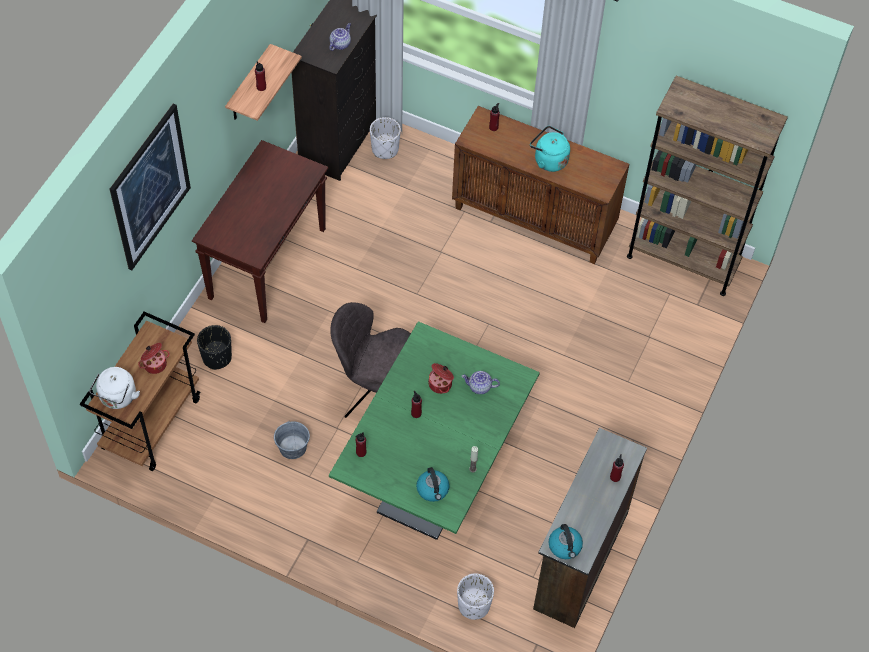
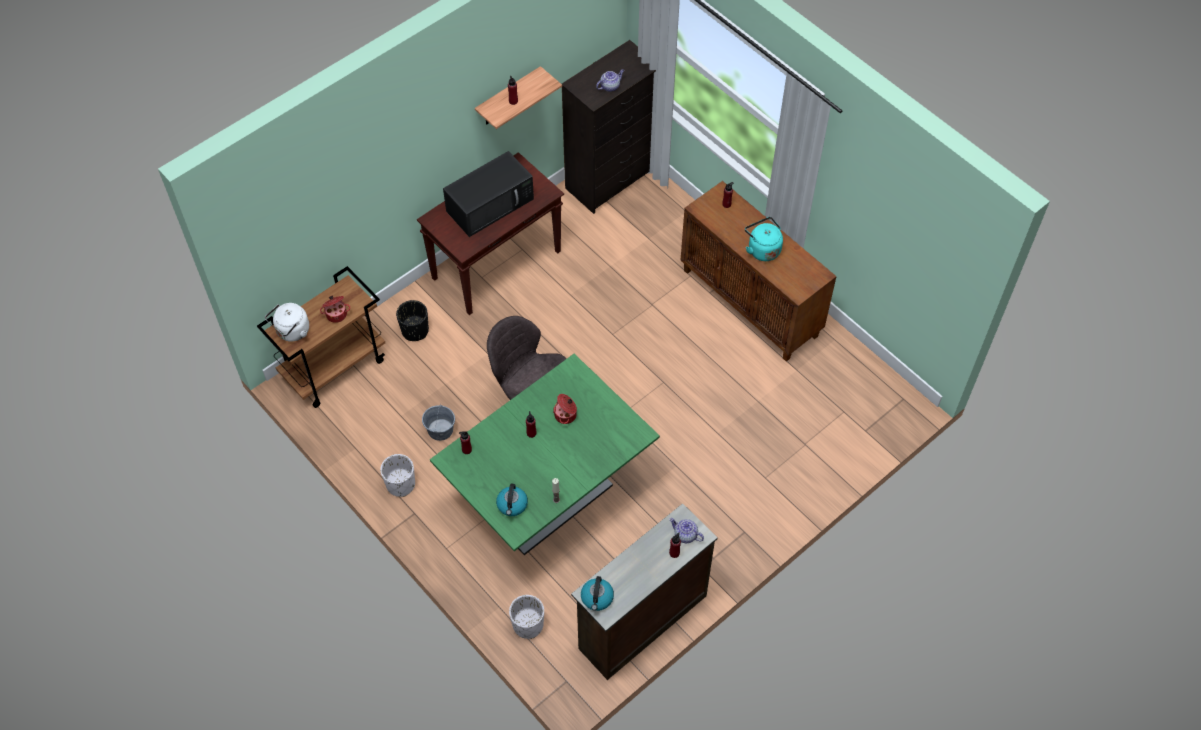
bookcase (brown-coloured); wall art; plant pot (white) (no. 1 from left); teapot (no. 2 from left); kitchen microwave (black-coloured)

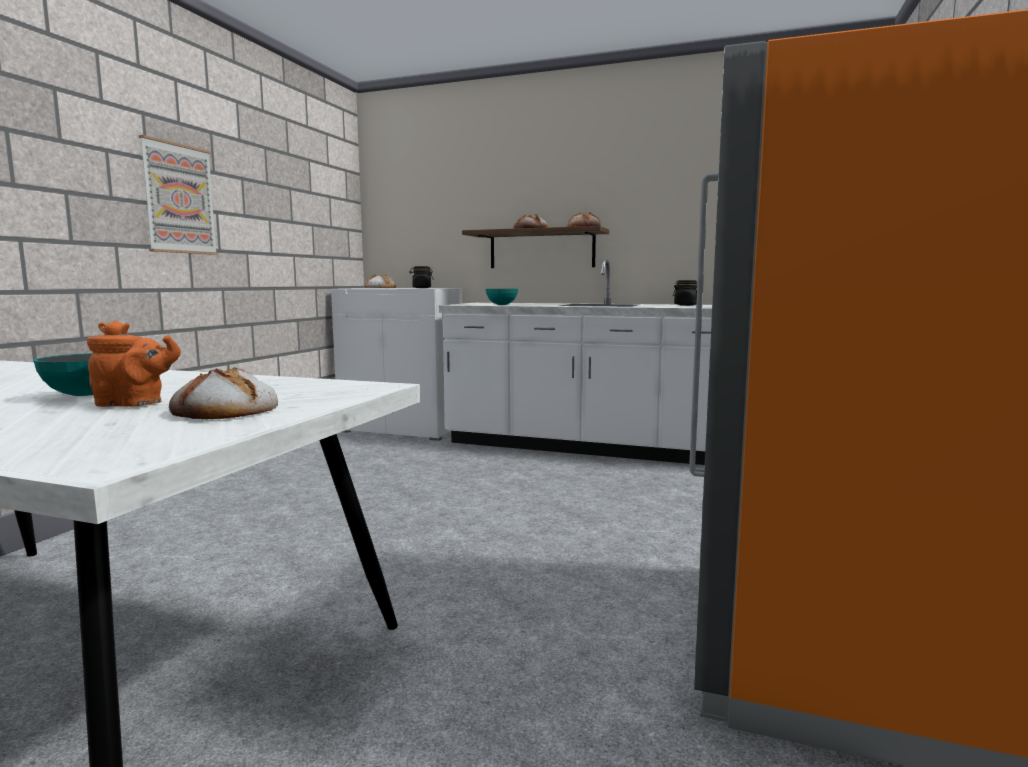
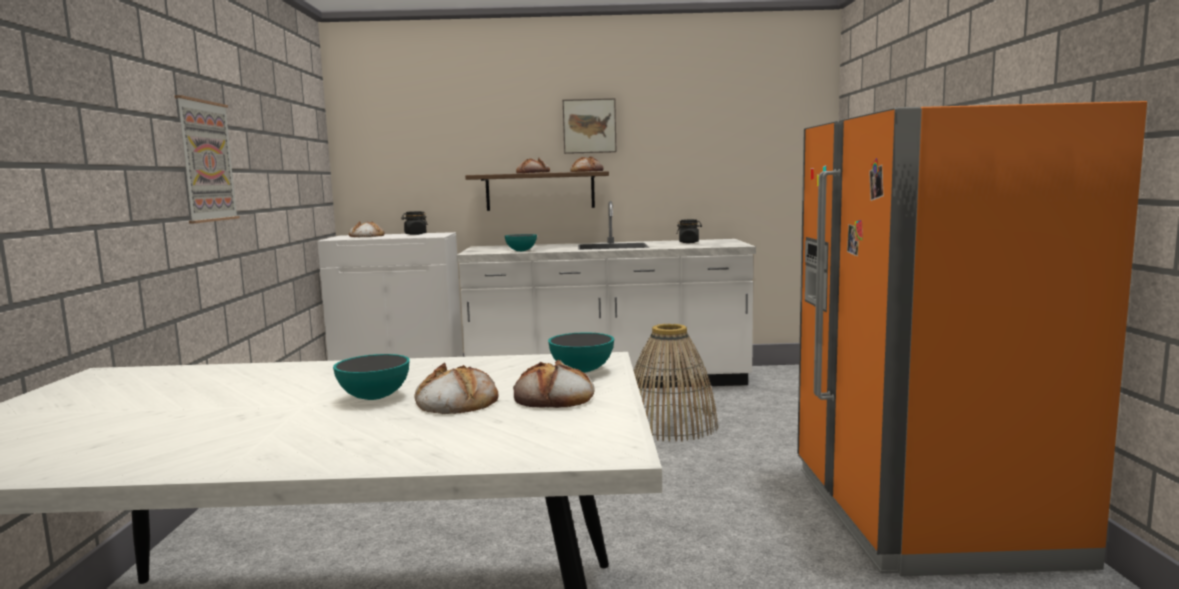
bakery bread (no. 2 from left); wall art (no. 2 from left); basket; serving bowl (no. 3 from left)

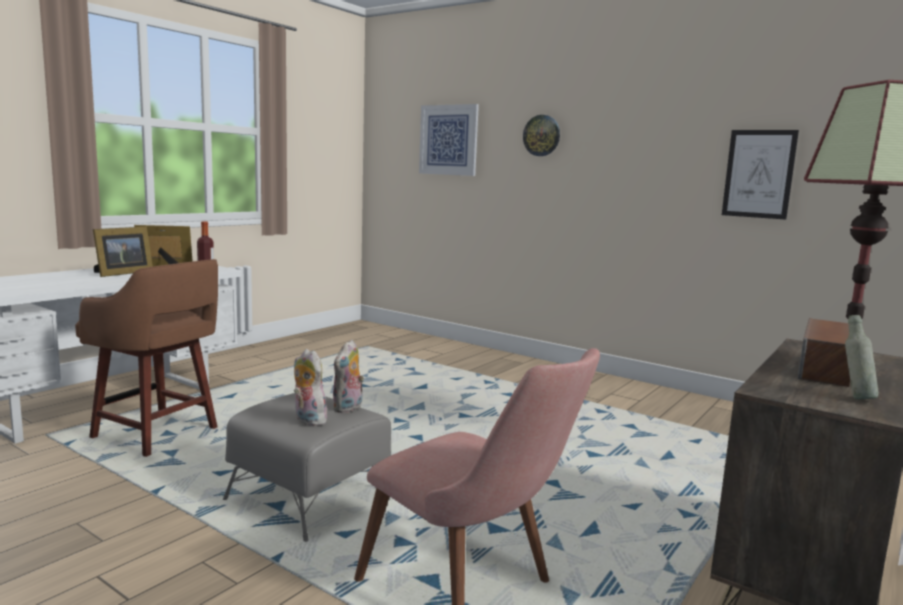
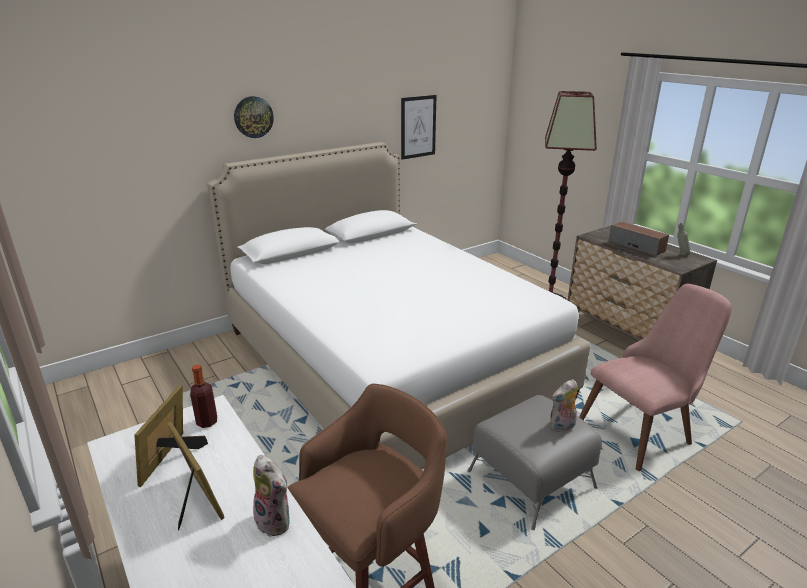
wall art (no. 1 from left in the first image); soft toy (no. 1 from left); bedroom bed (white)

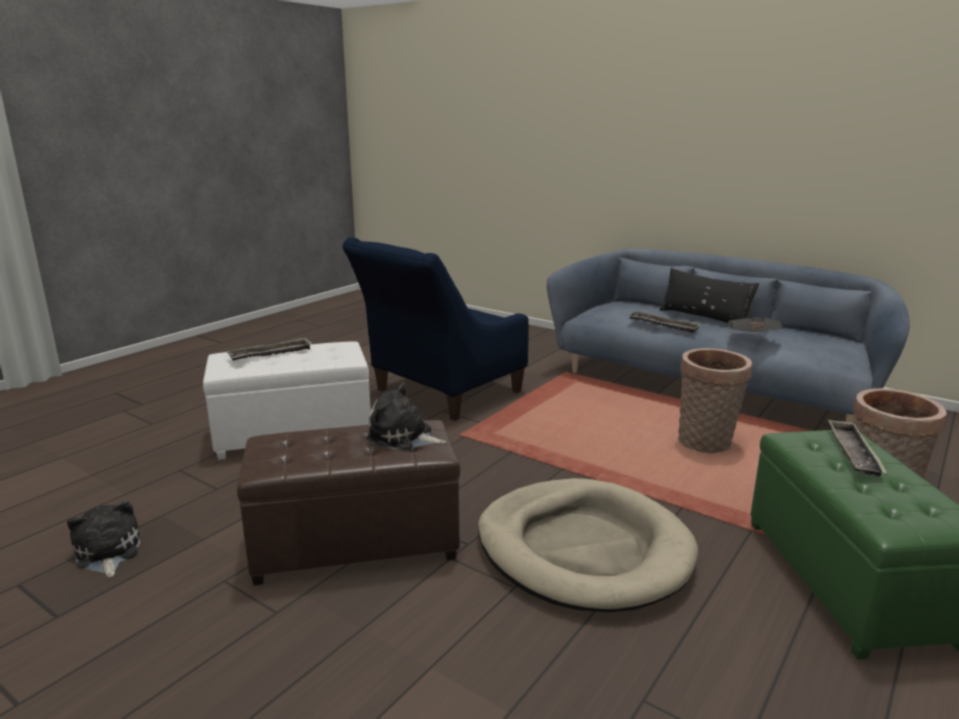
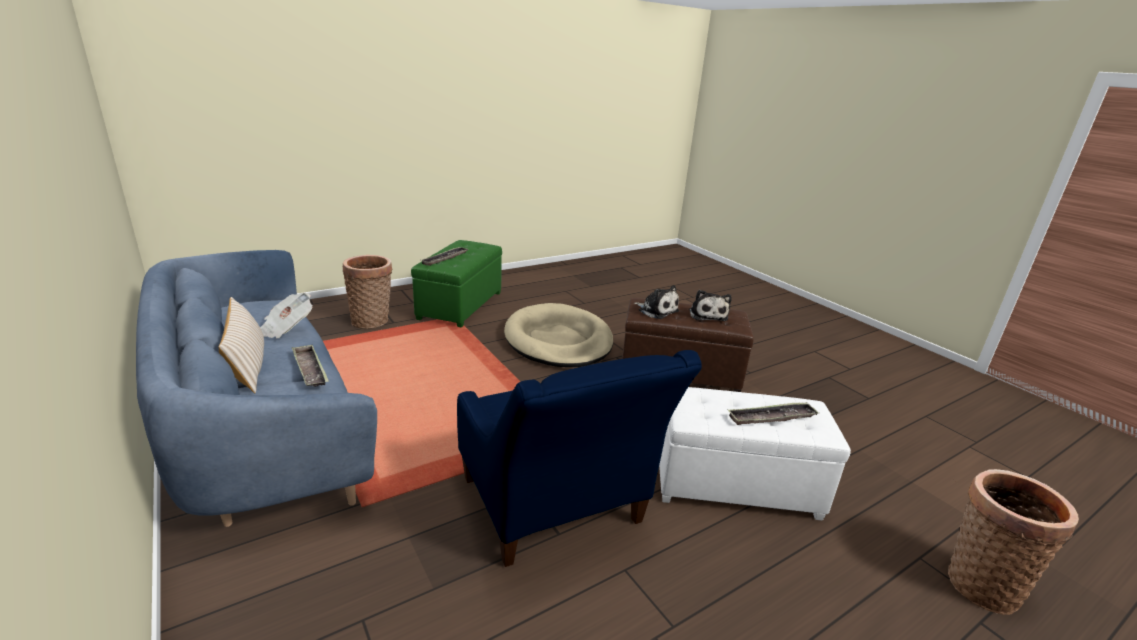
easy chair (blue); cushion (sand-coloured); basket (no. 2 from left); soft toy (no. 2 from left)

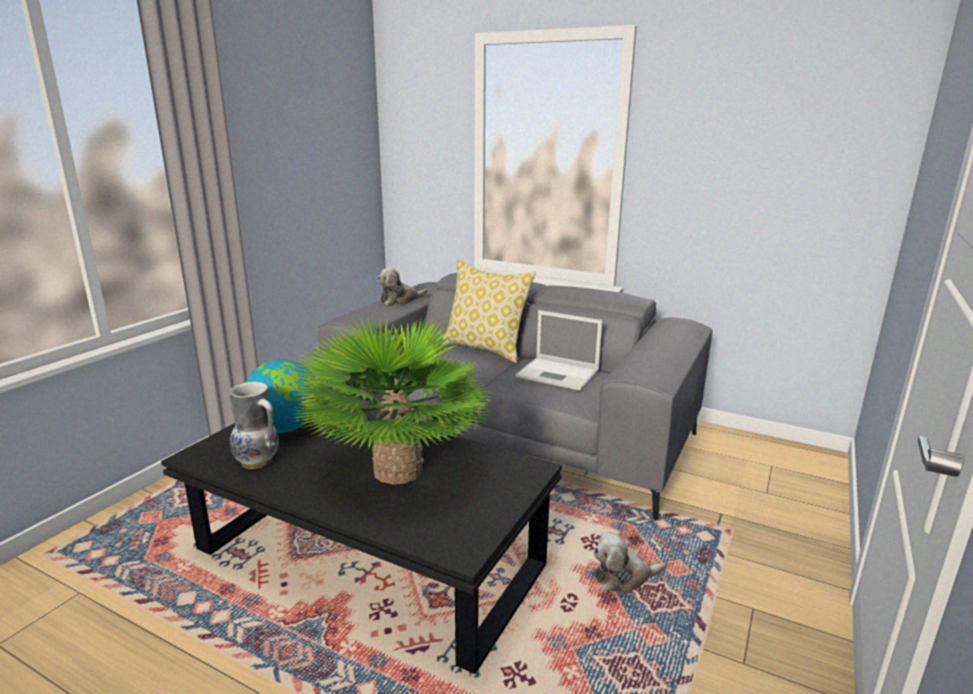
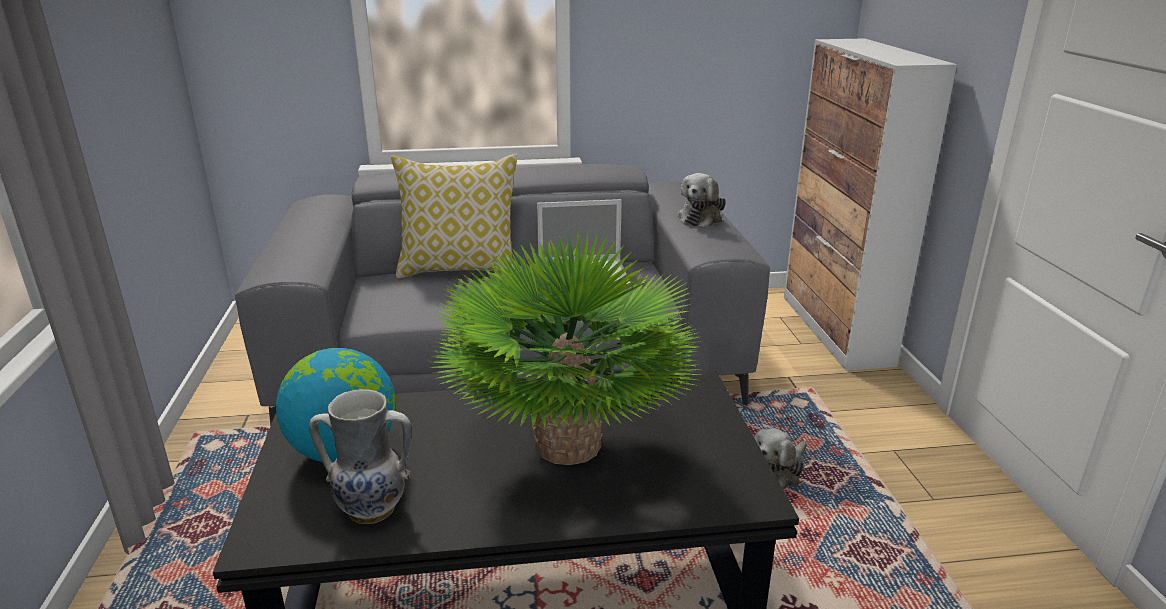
soft toy (no. 1 from left); storage cabinet

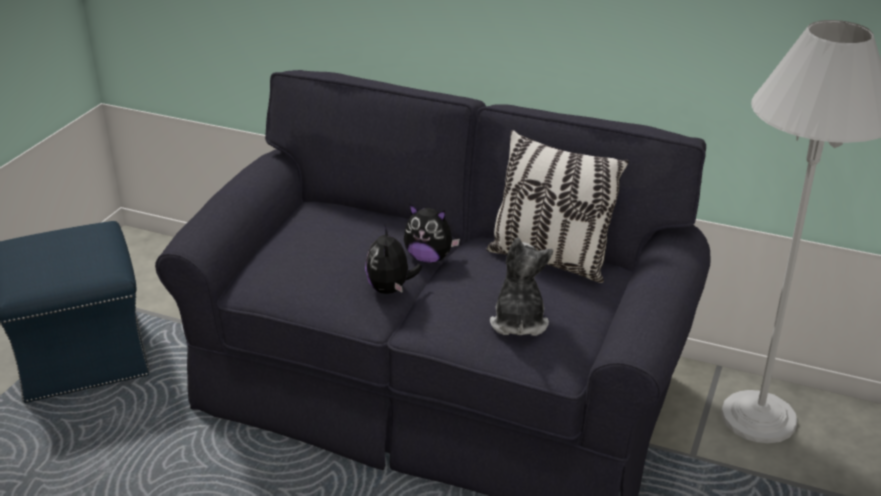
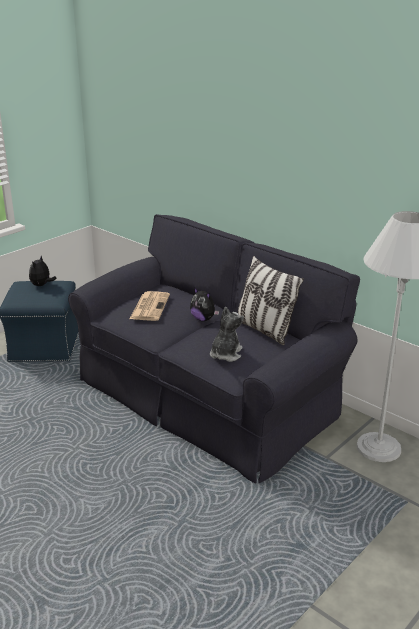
soft toy (no. 1 from left); daily paper

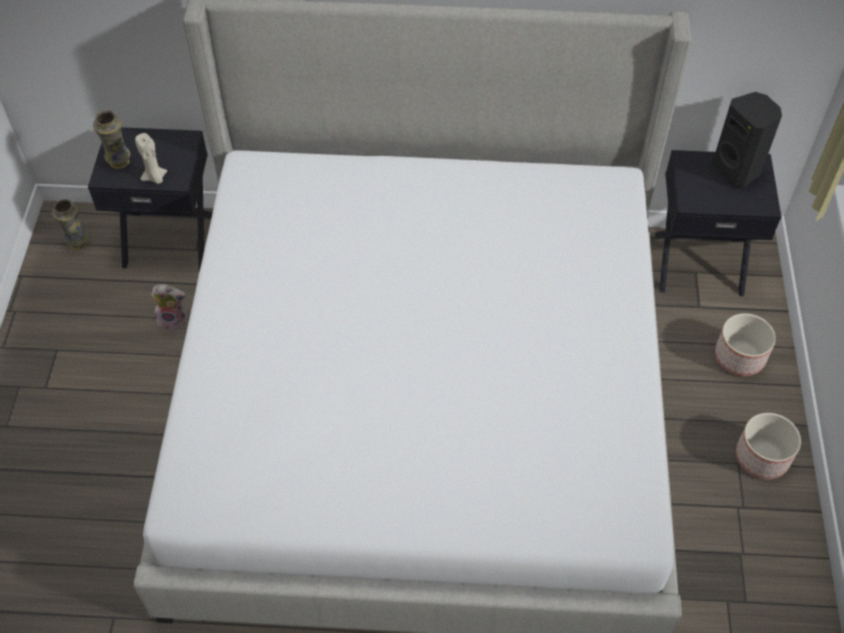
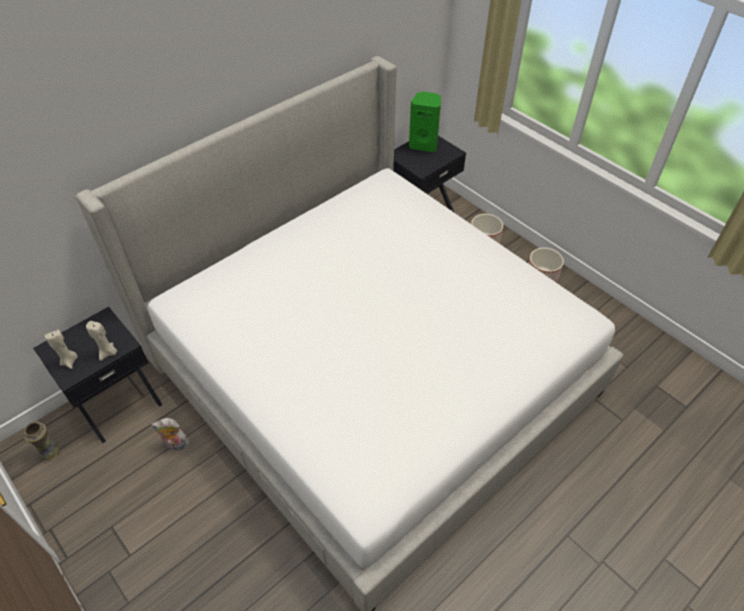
audio speaker (green); candle (sand-coloured) (no. 1 from left); soft toy

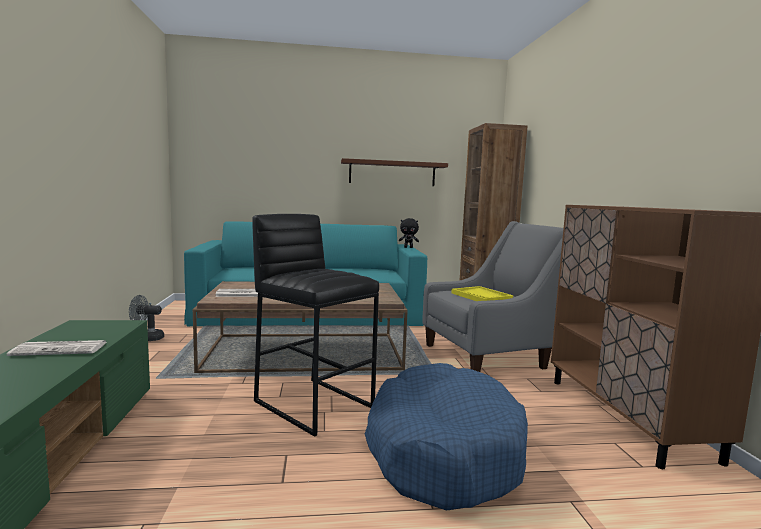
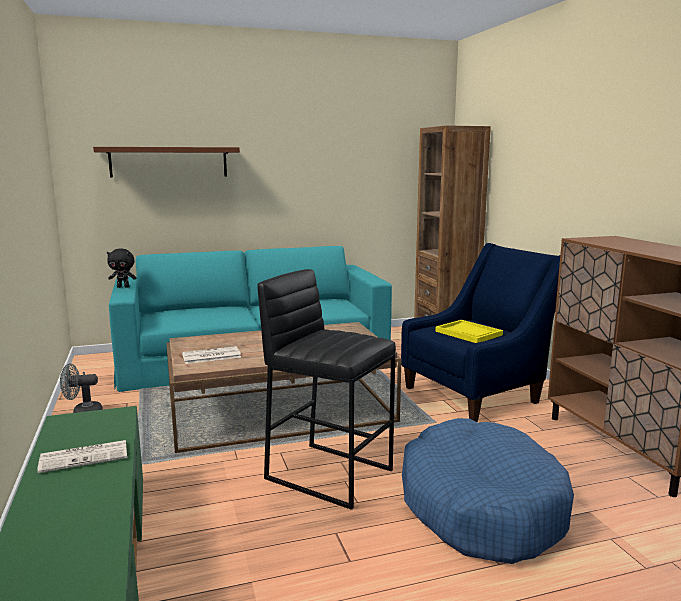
wall shelf (brown-coloured); soft toy (black-coloured); easy chair (blue)

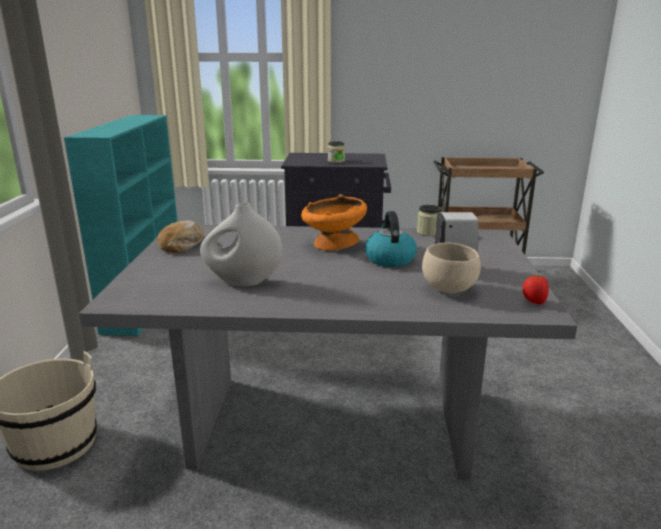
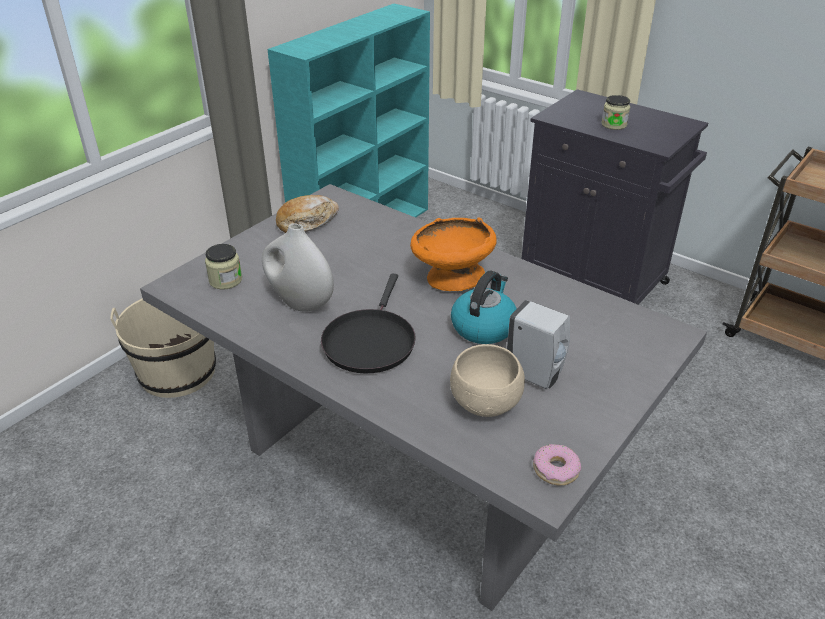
preserve jar (no. 1 from left); doughnut; skillet (black-coloured)

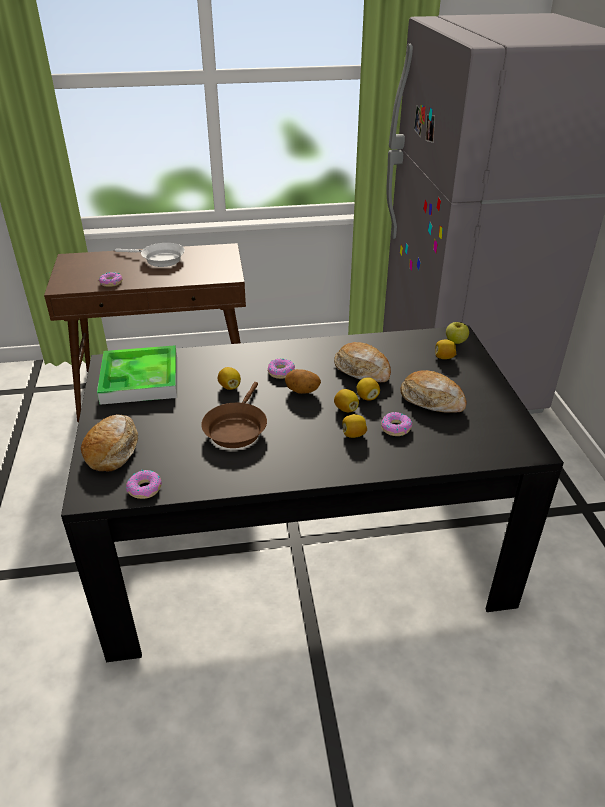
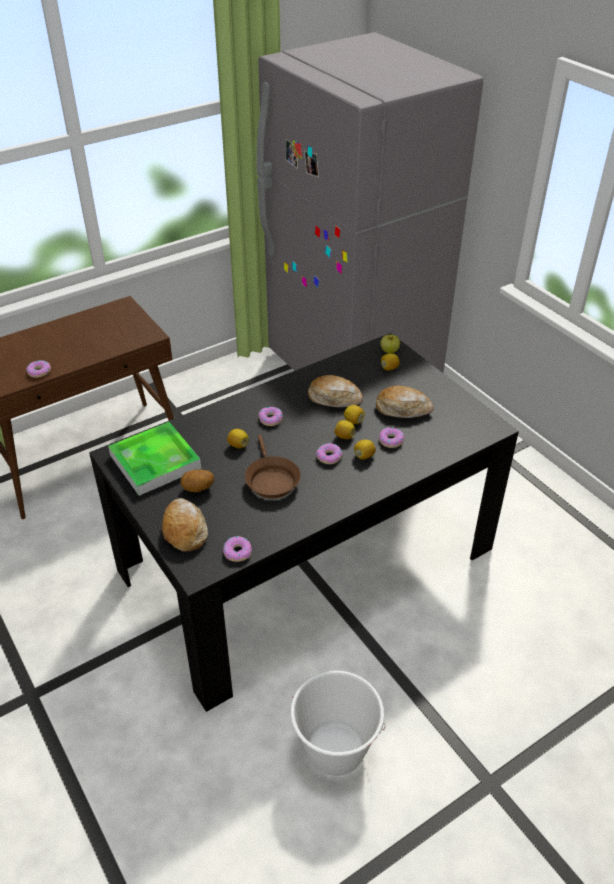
skillet (white); whole potato; doughnut (no. 4 from left); bucket (white)

